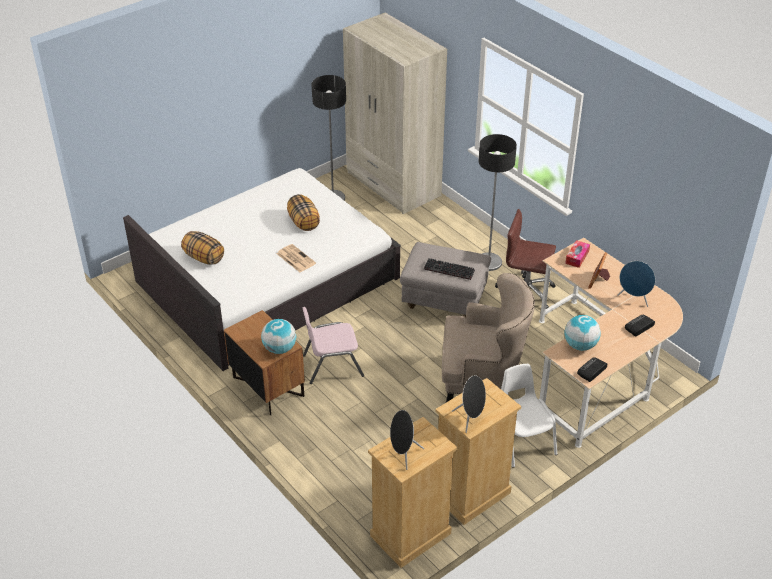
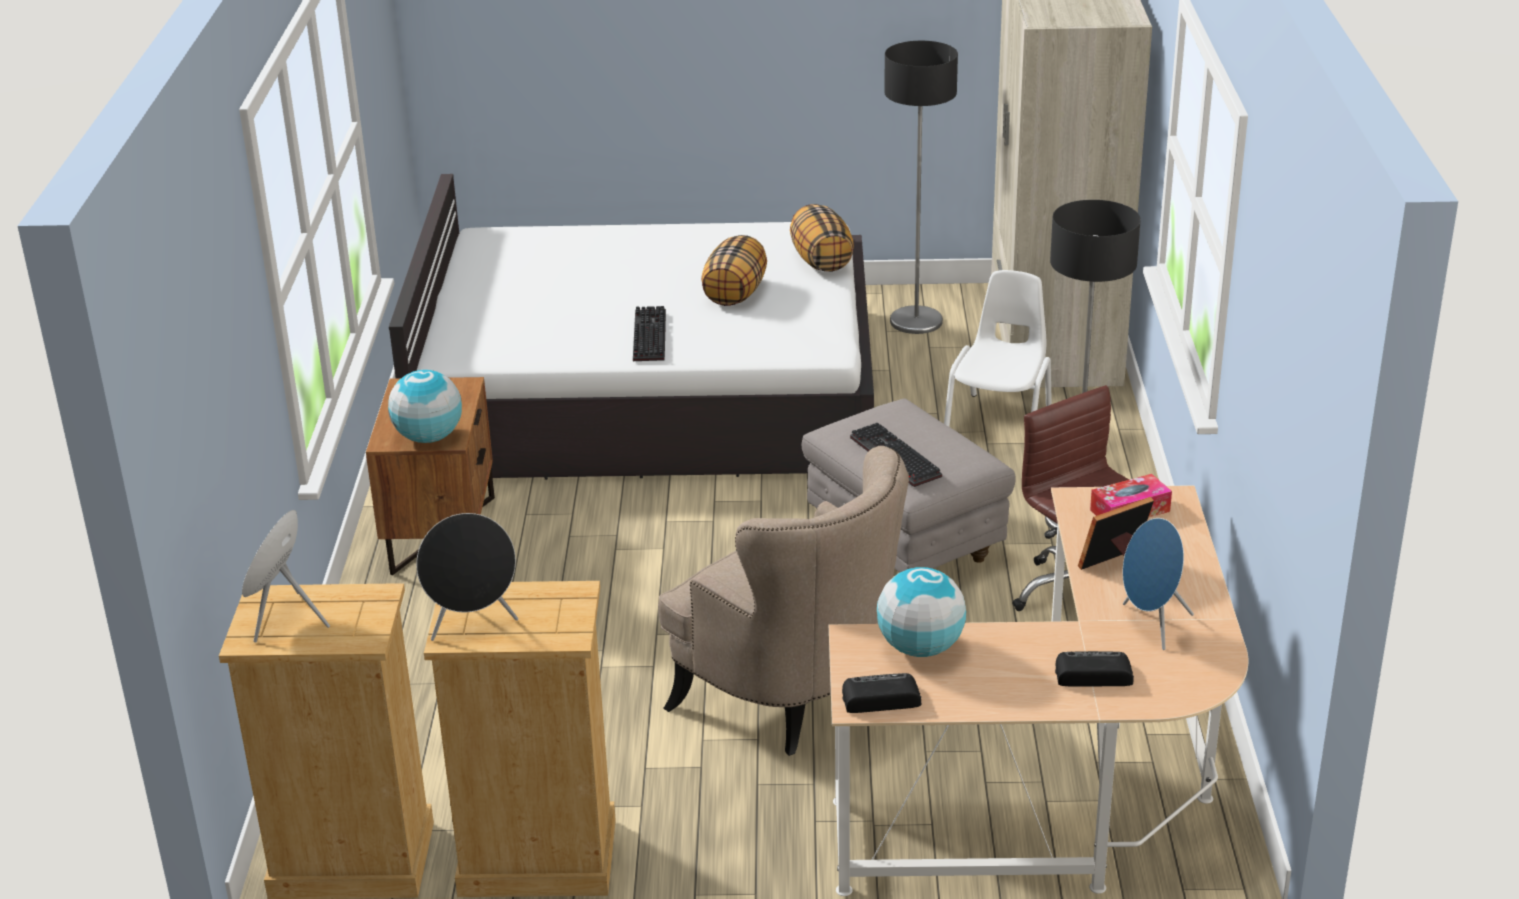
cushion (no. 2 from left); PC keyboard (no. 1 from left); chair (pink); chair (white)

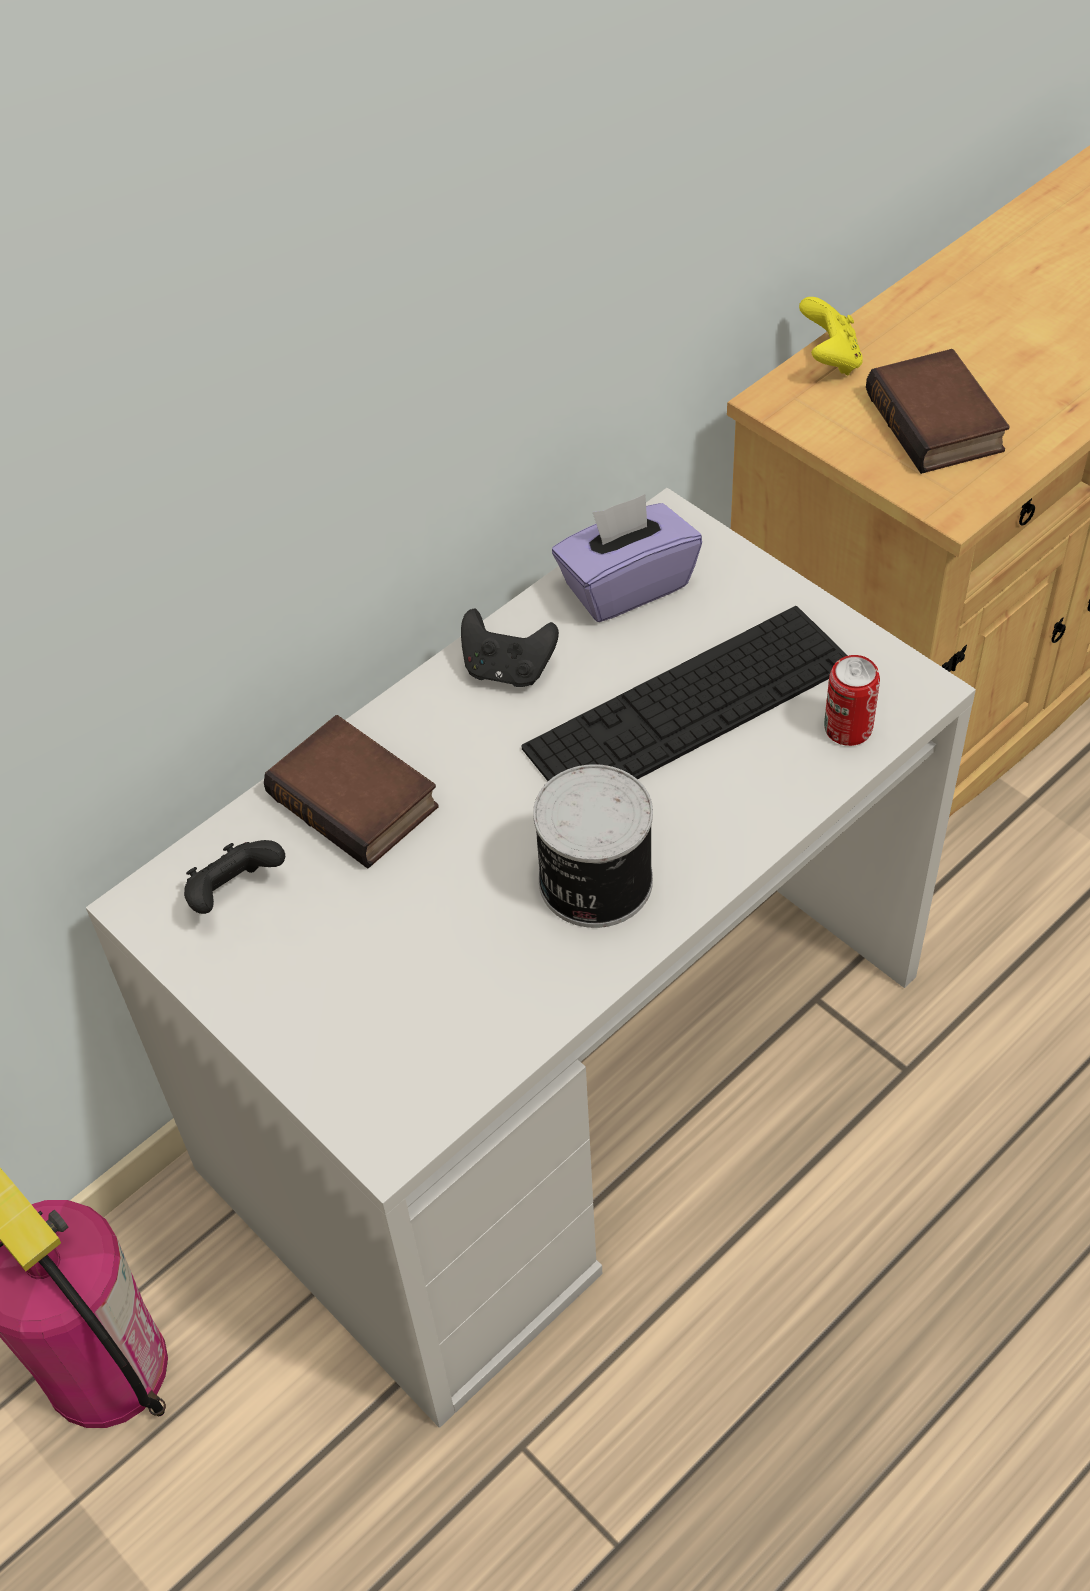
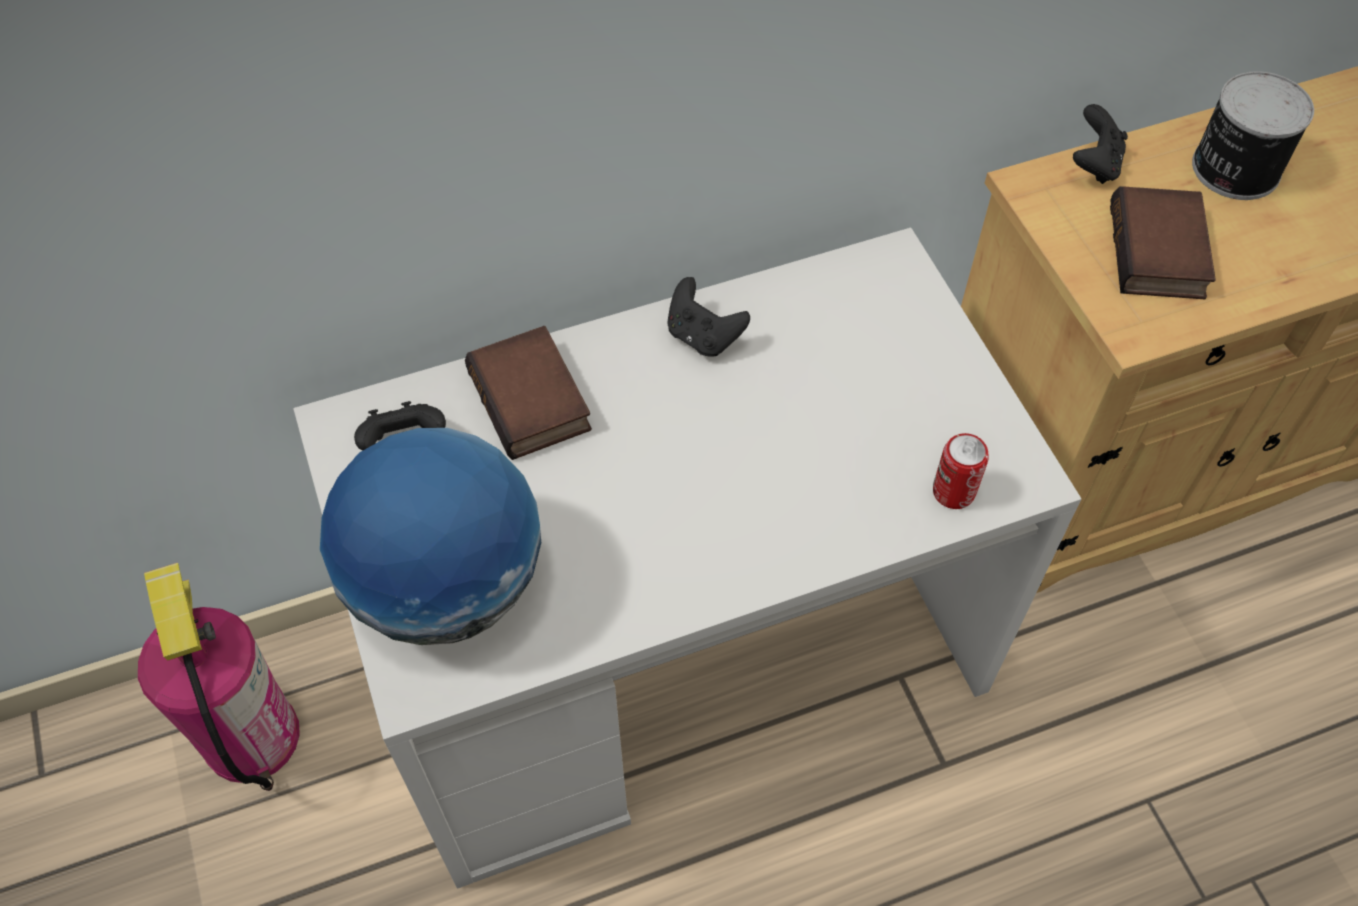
joypad (black-coloured) (no. 3 from left); tissue box (purple-coloured); PC keyboard; metal can (no. 2 from left); world globe

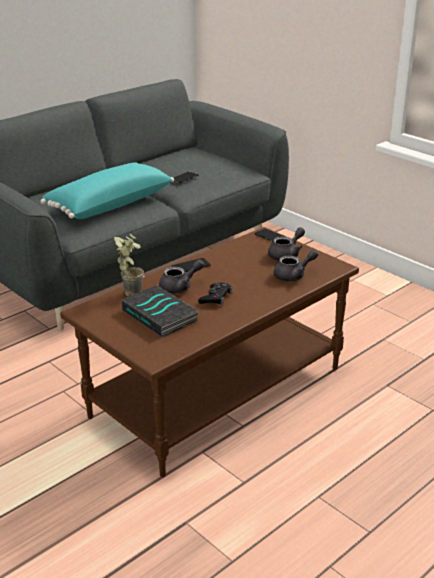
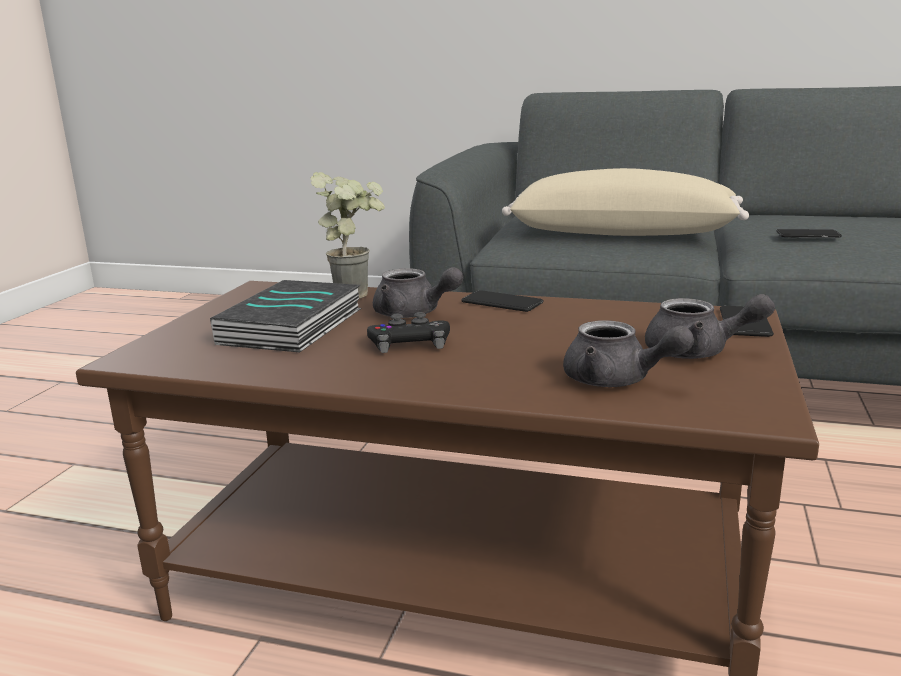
cushion (sand-coloured)

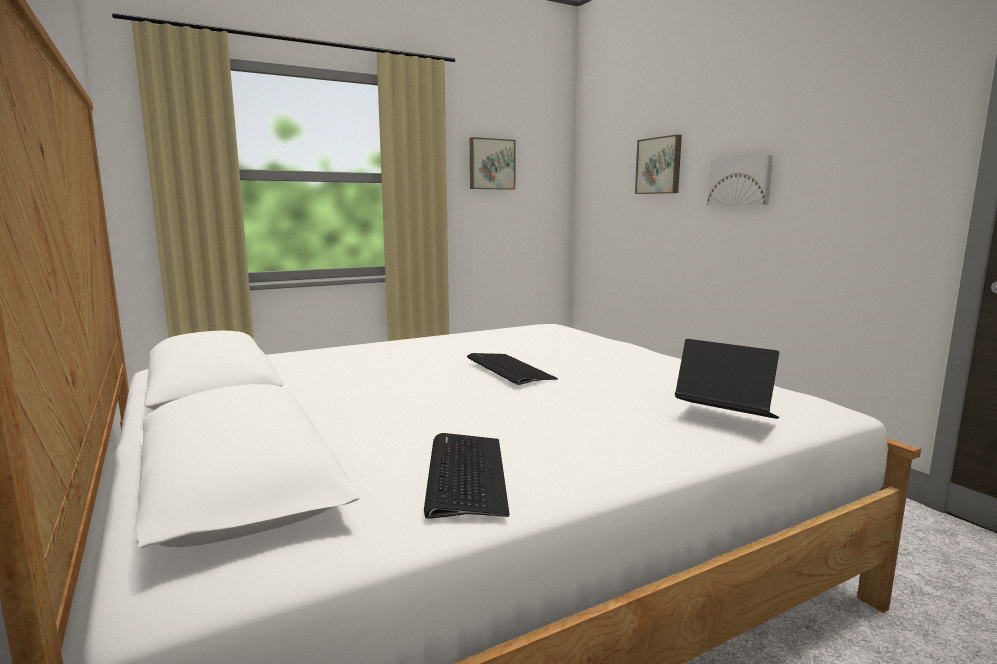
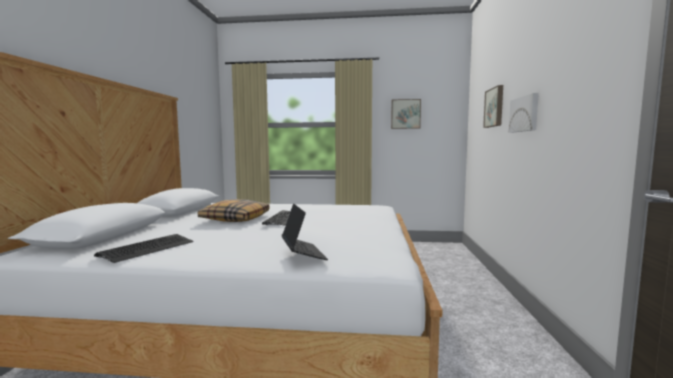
cushion

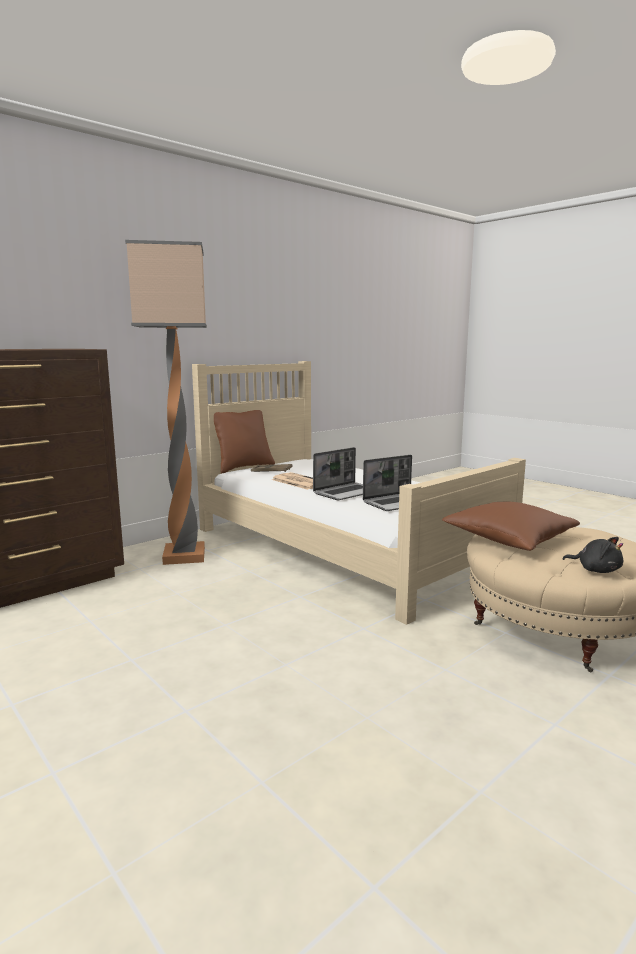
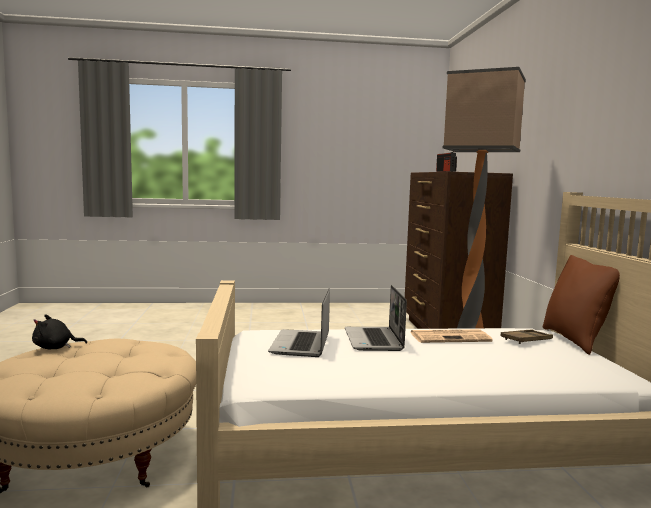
cushion (brown-coloured) (no. 2 from left in the first image); radio set

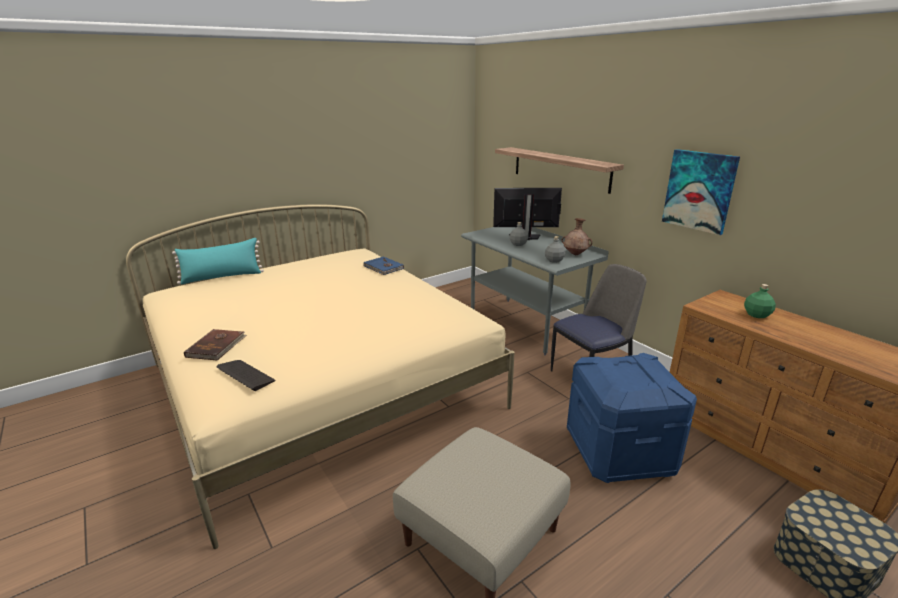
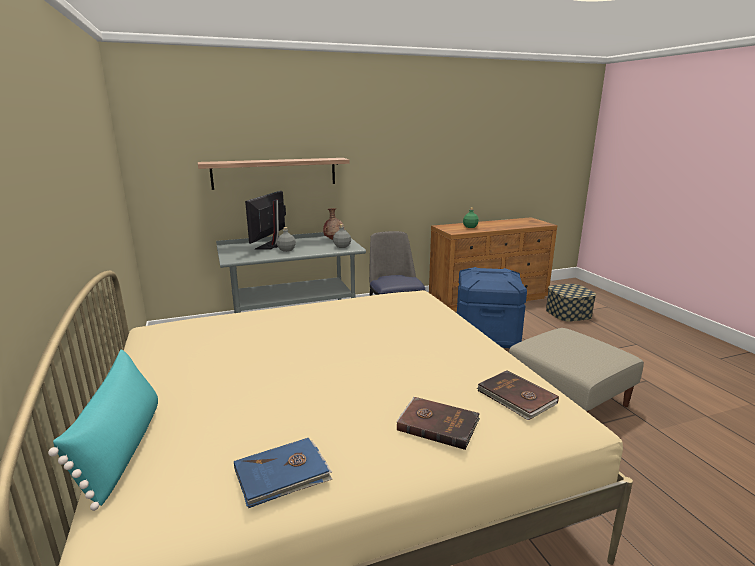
wall art; volume (blue); volume (brown-coloured) (no. 2 from left)

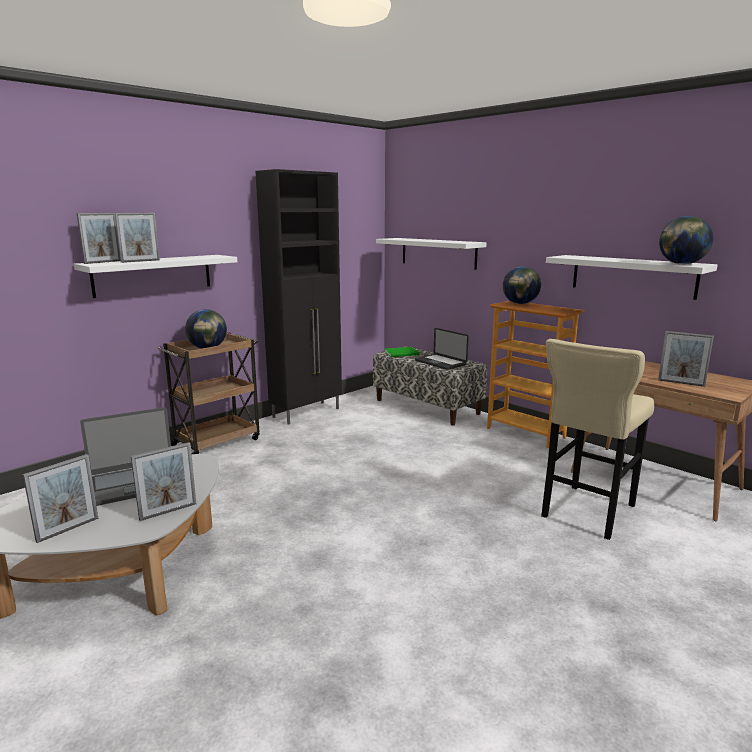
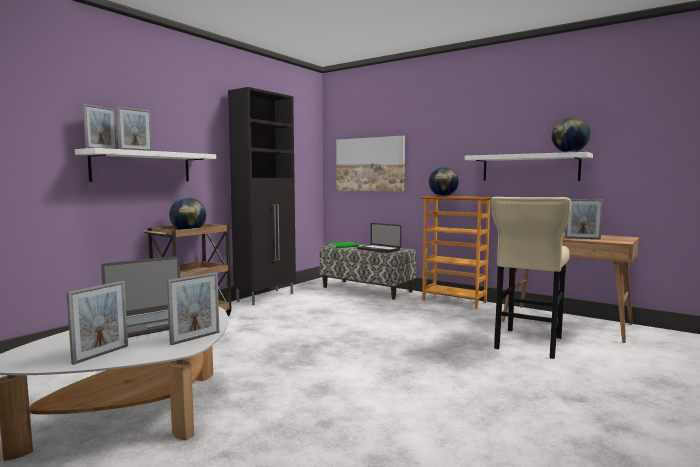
wall art

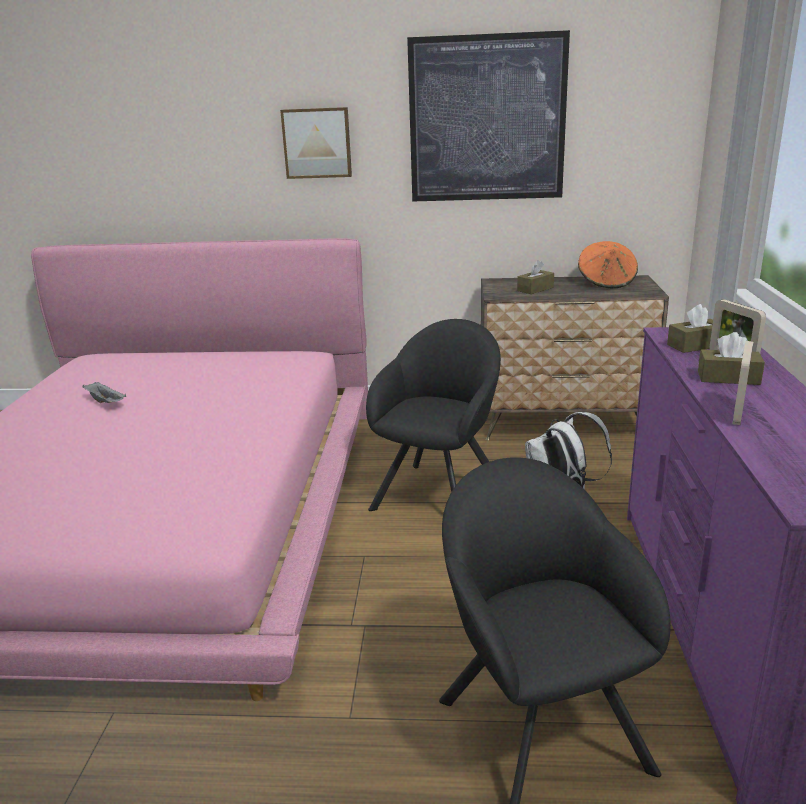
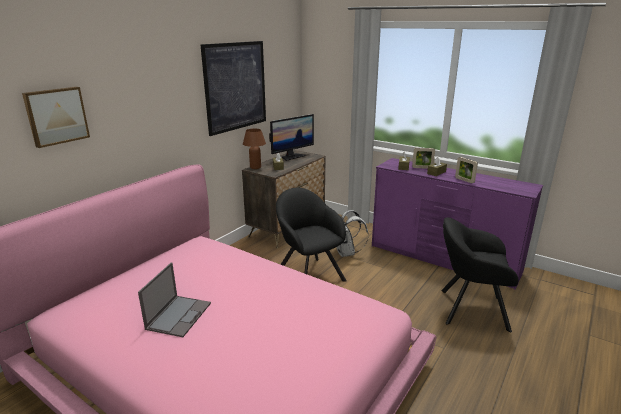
wall art (no. 1 from left); monitor; notebook computer; tabletop lamp (brown-coloured)

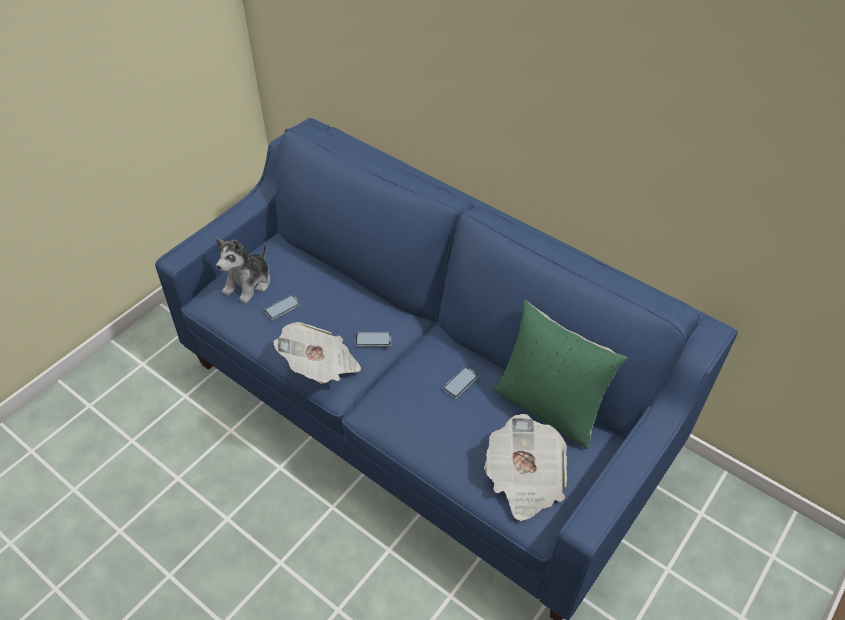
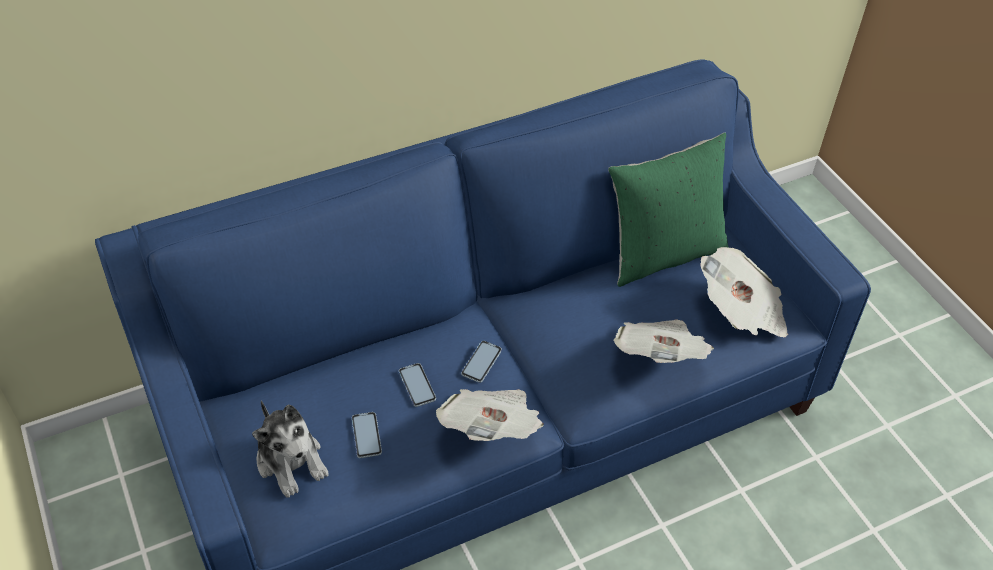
telephone (no. 2 from left); daily paper (no. 2 from left)

